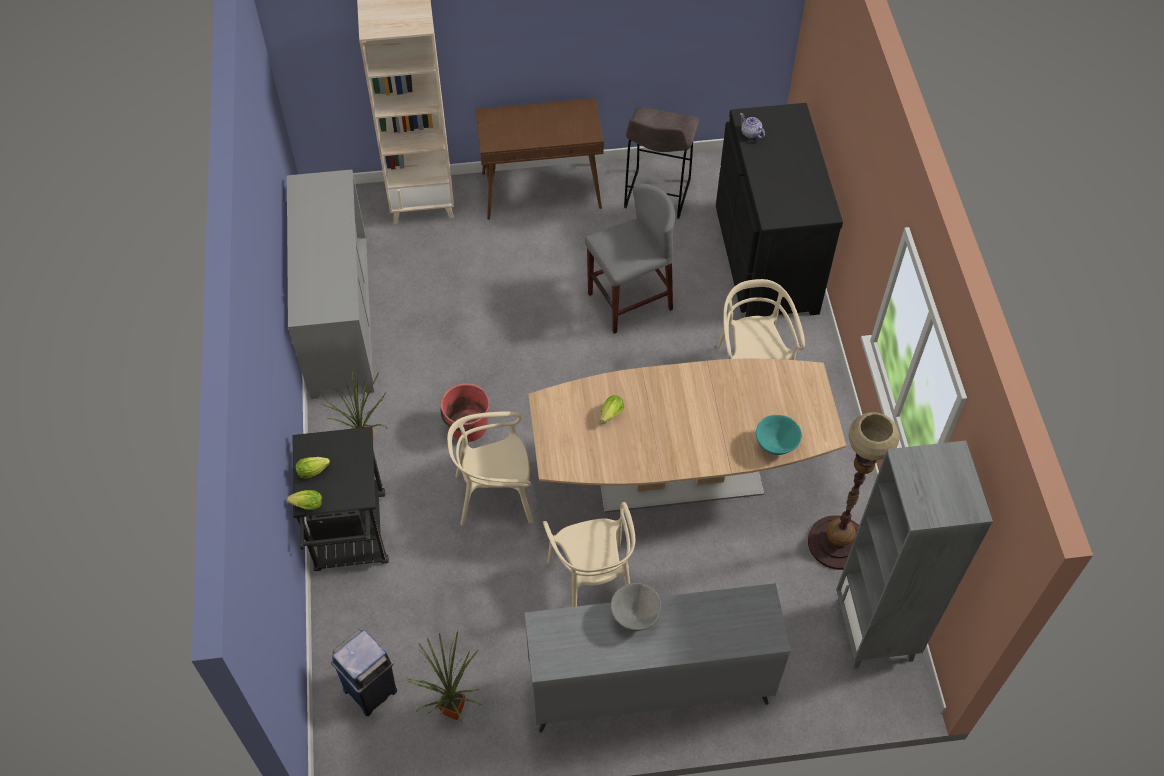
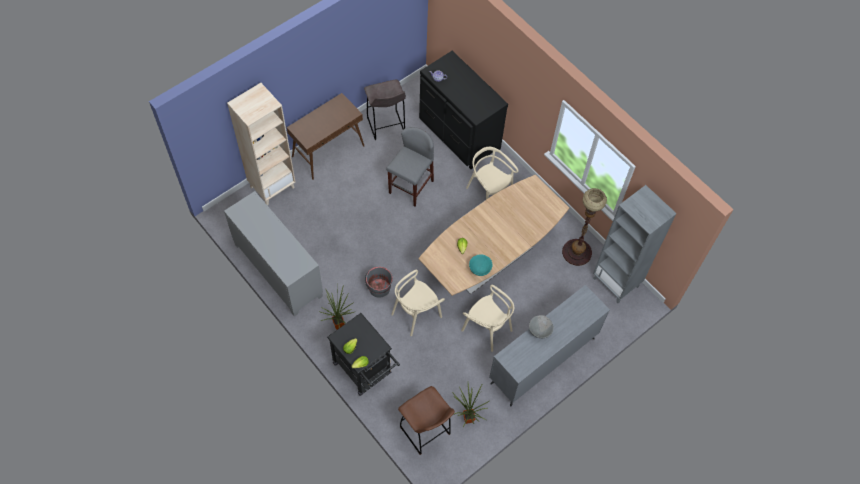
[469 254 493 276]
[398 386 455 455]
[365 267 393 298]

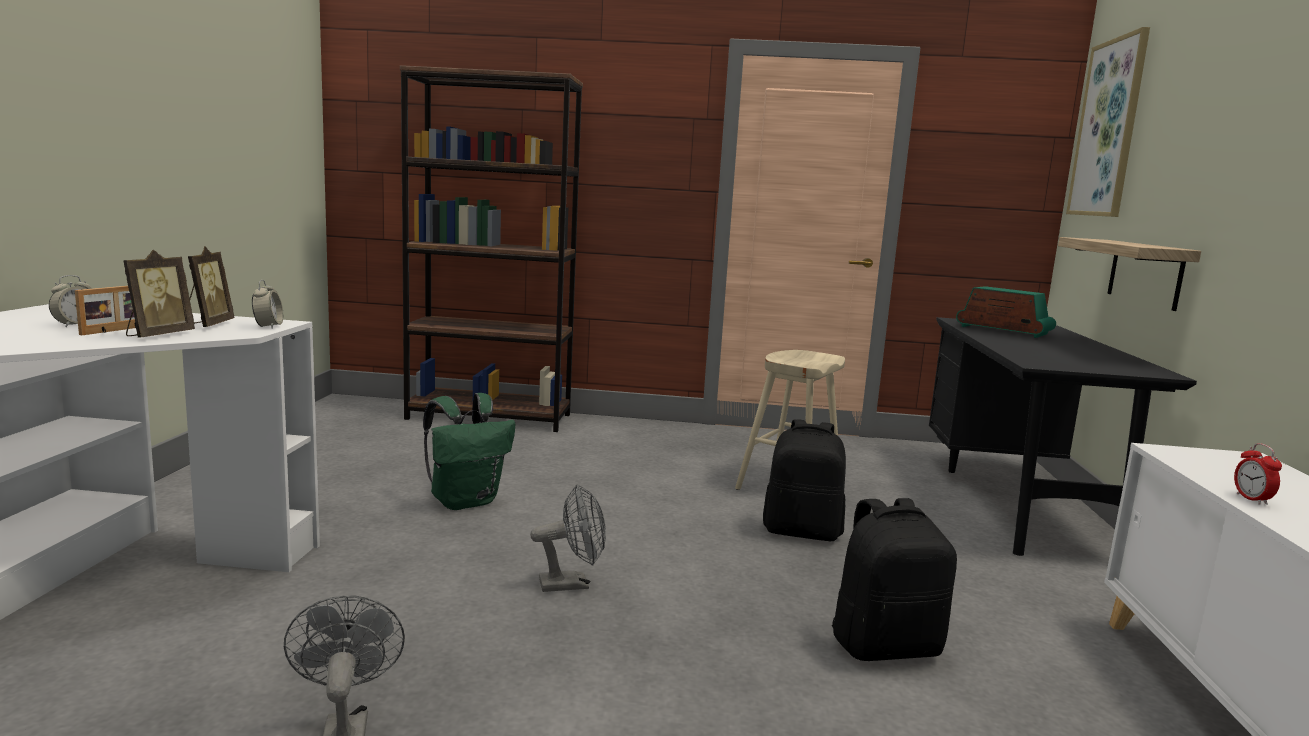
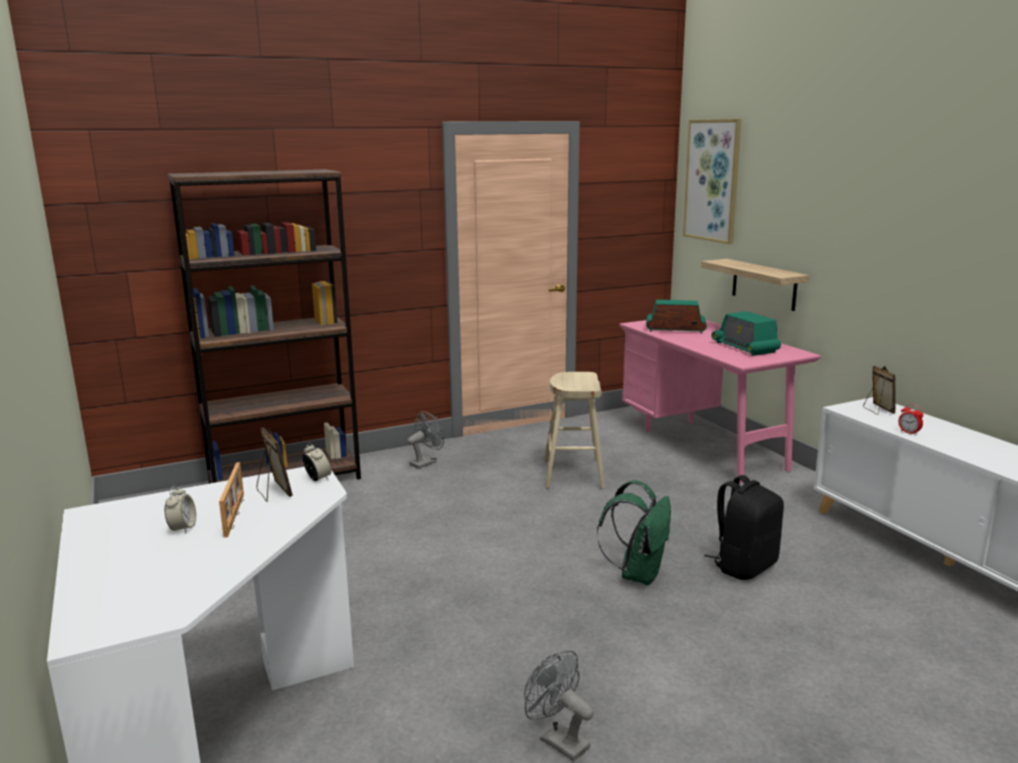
[763 419 846 541] (first image)
[711 311 781 356]
[863 366 896 415]
[597 480 671 585]
[407 411 444 469]
[619 320 821 483]

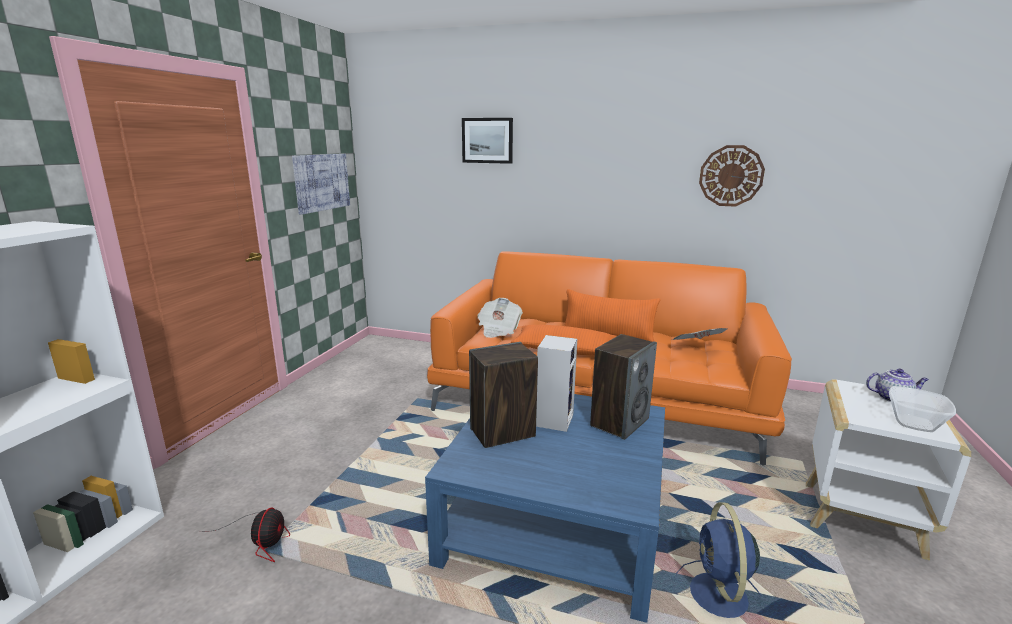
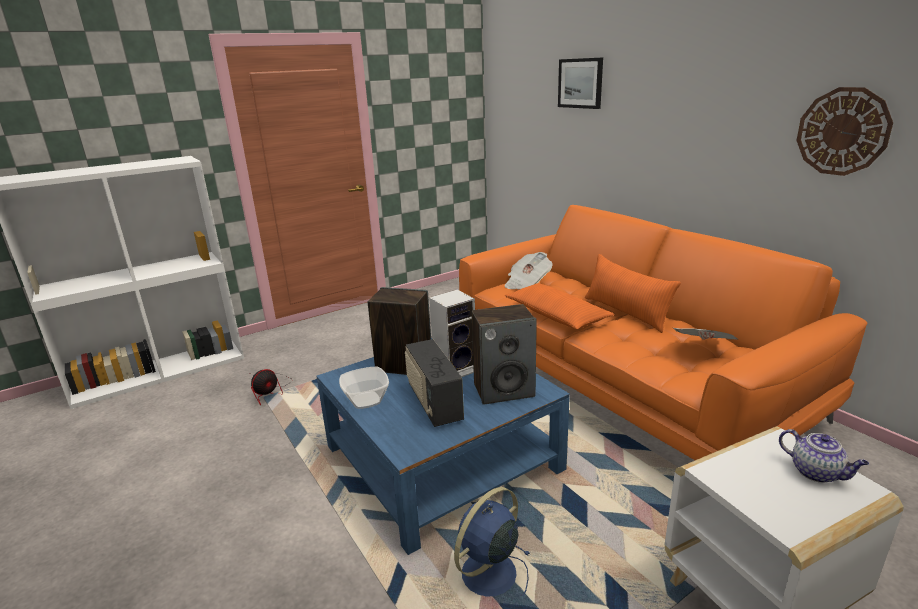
[292 154 350 215] (first image)
[405 339 464 427]
[339 367 389 409]

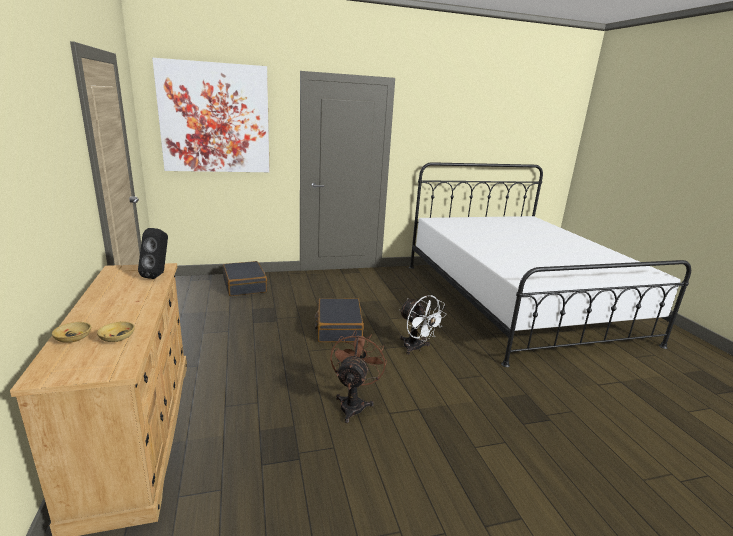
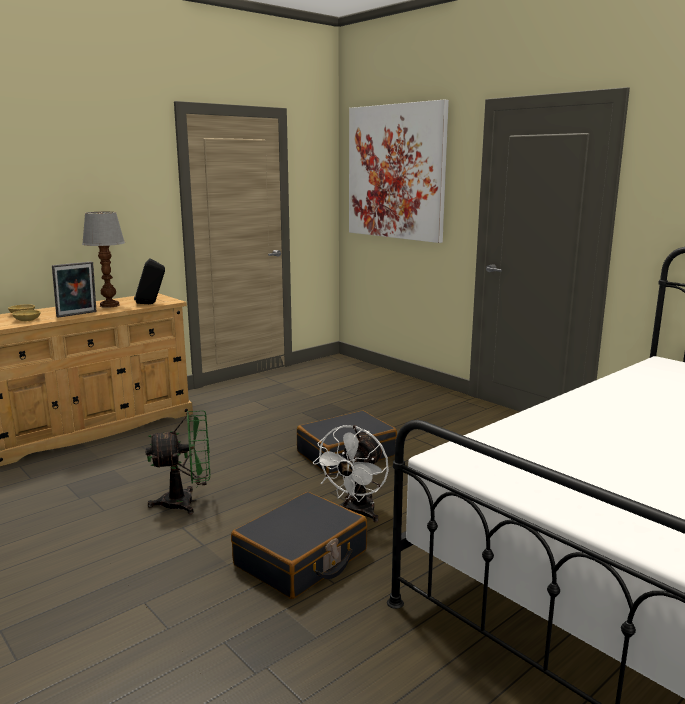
[52 261 96 318]
[82 212 125 308]
[231 492 367 599]
[145 410 210 514]

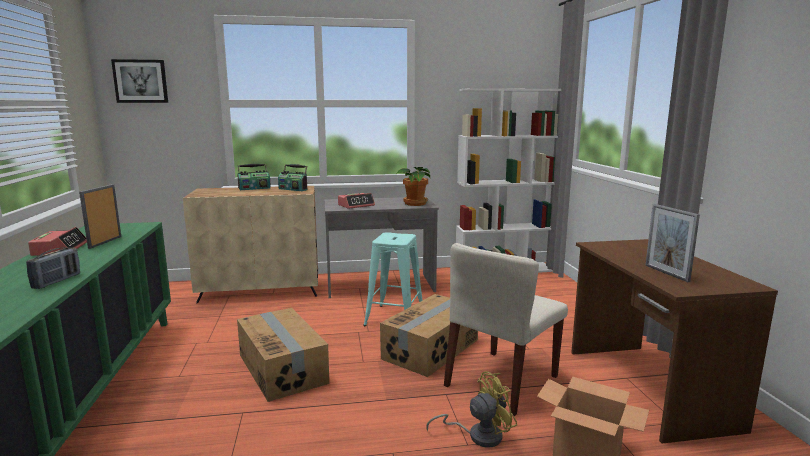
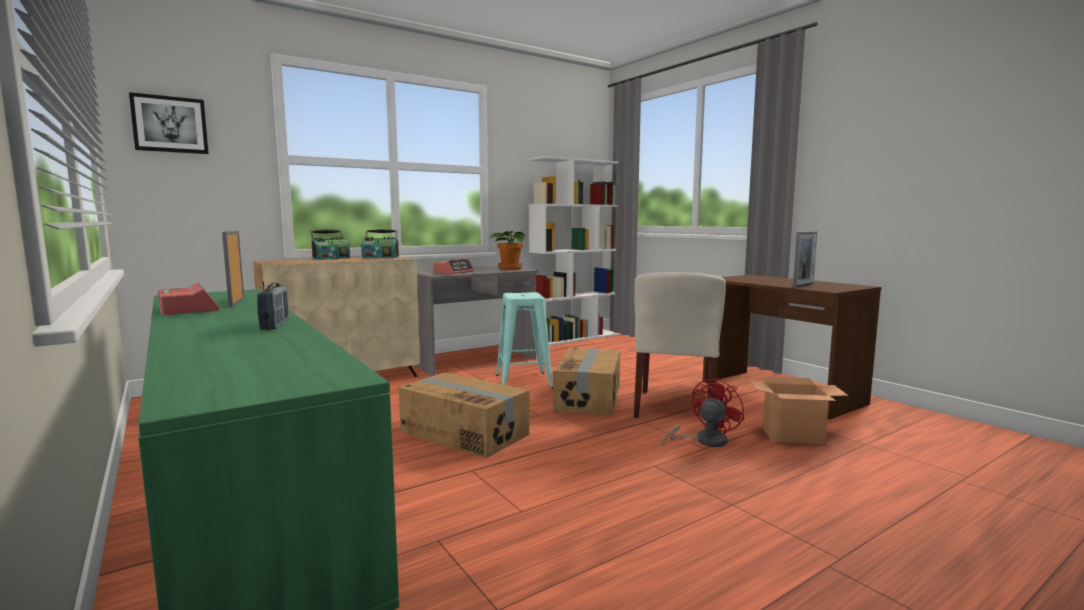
[662 377 744 447]
[793 231 817 288]

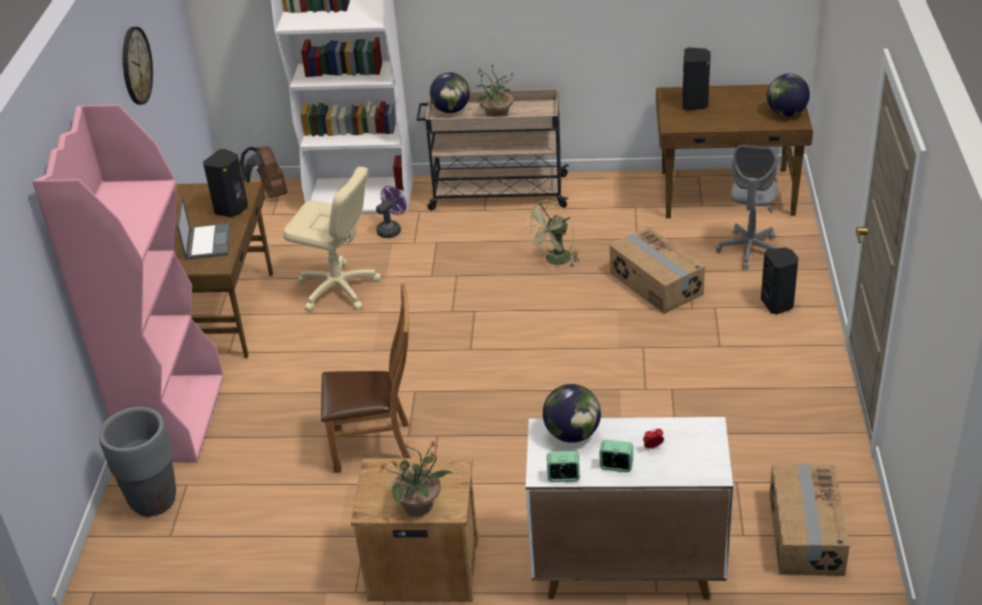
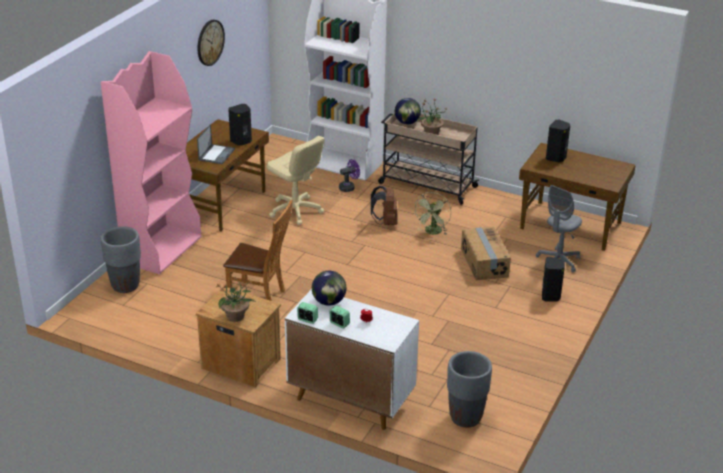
[767 74 810 116] (first image)
[371 186 398 225]
[447 351 492 428]
[413 192 451 235]

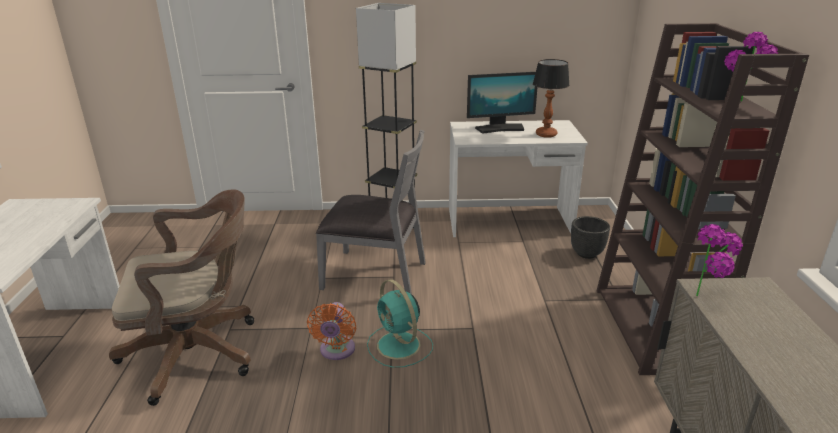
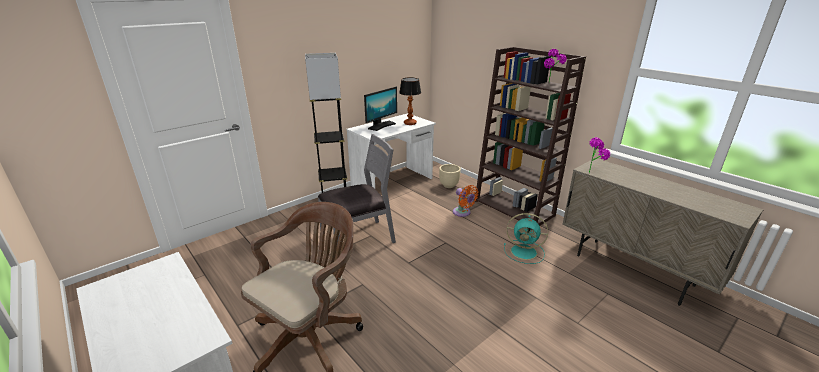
[453 185 479 217]
[504 213 548 264]
[439 164 461 188]

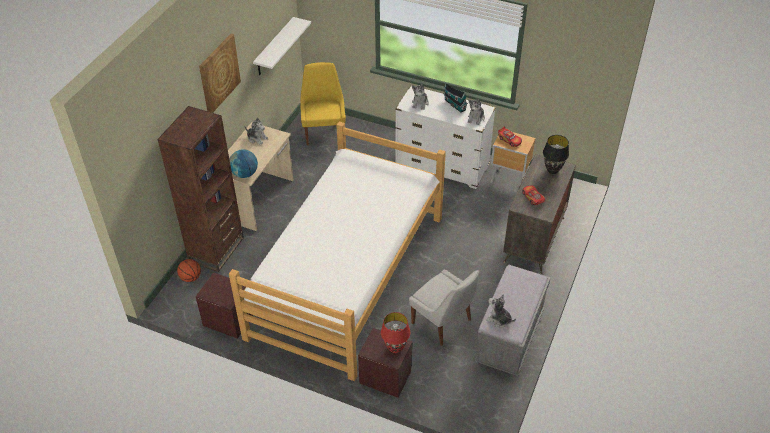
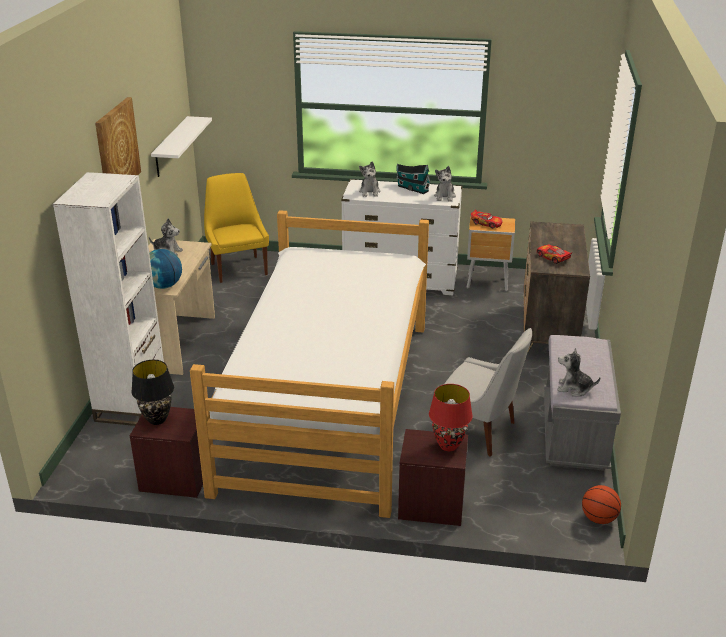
[582 485 621 524]
[131 360 174 425]
[53 172 164 426]

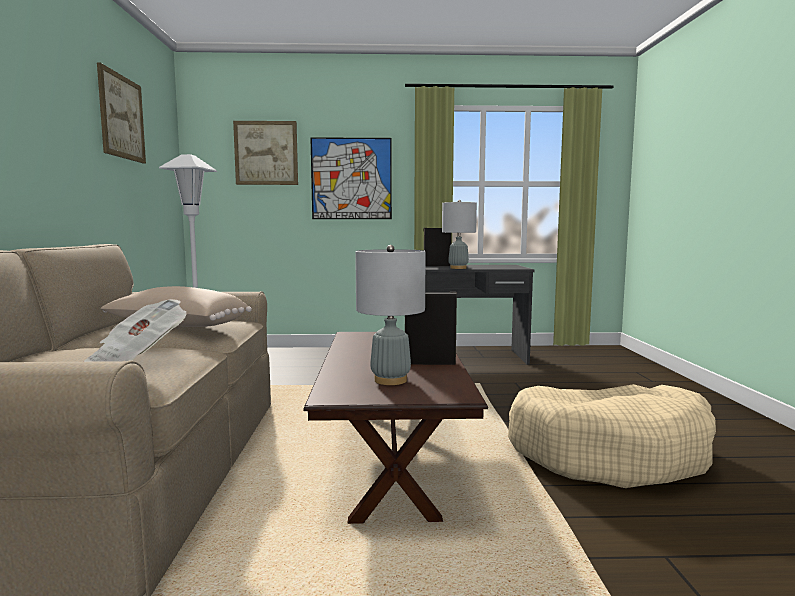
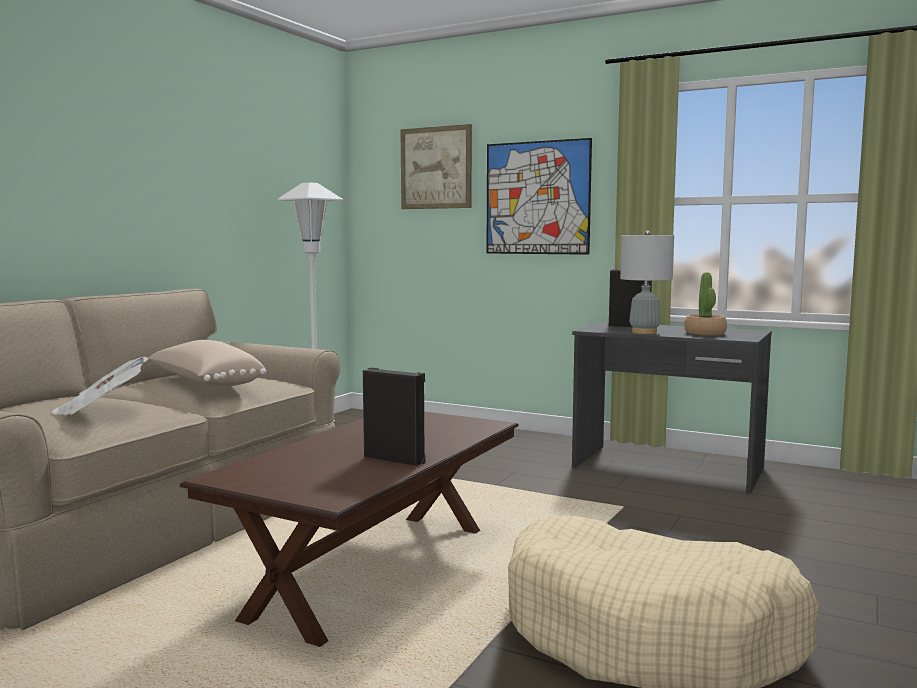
[97 62 146 164] (first image)
[355 245 426 385] (first image)
[684 272 727 335]

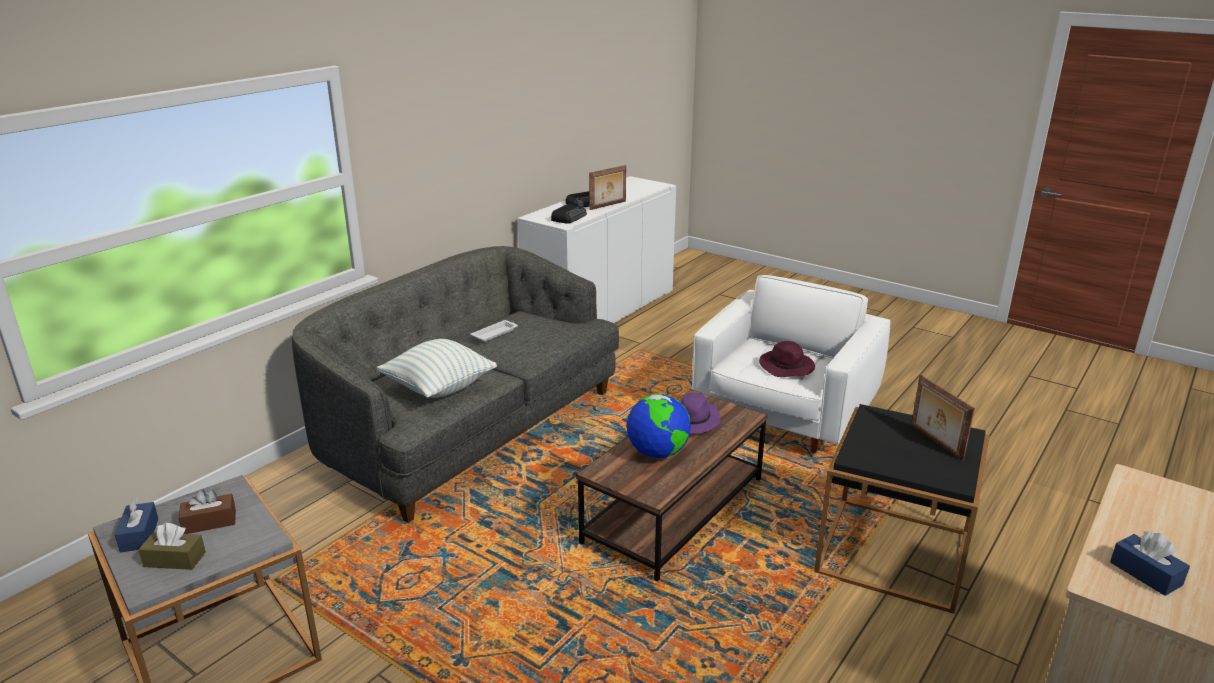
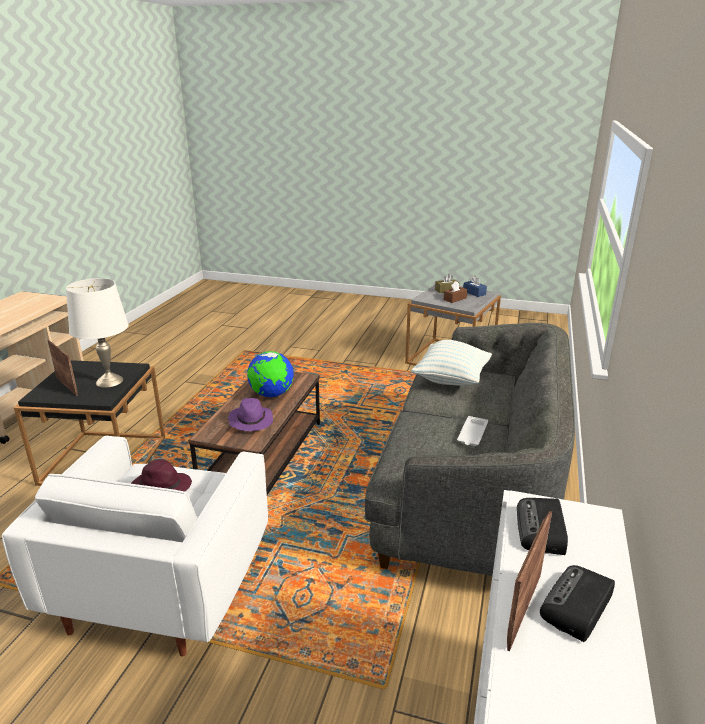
[1110 531 1190 596] (first image)
[66 278 129 388]

